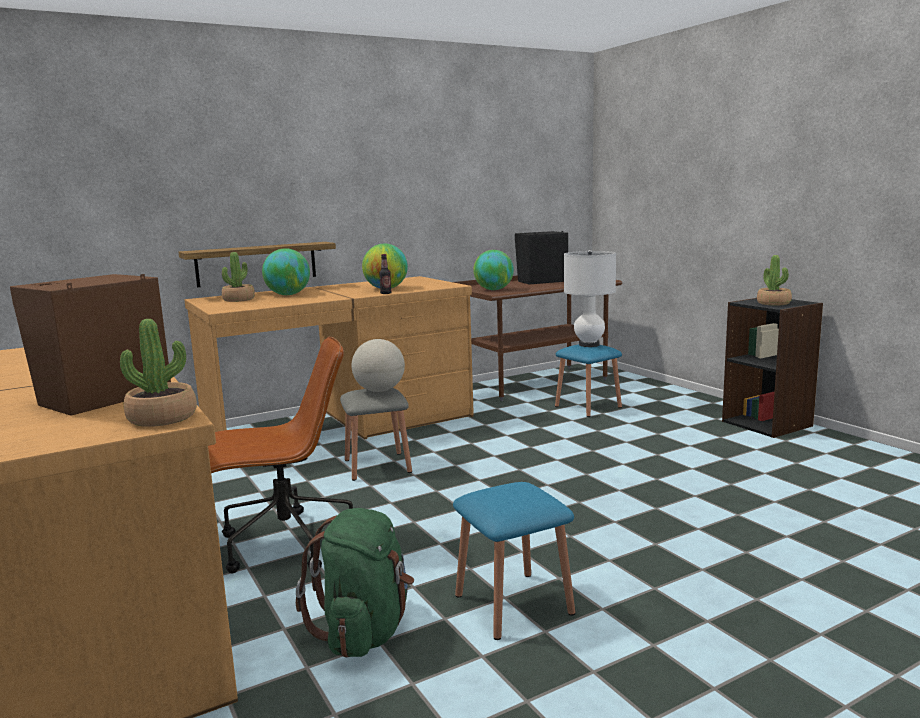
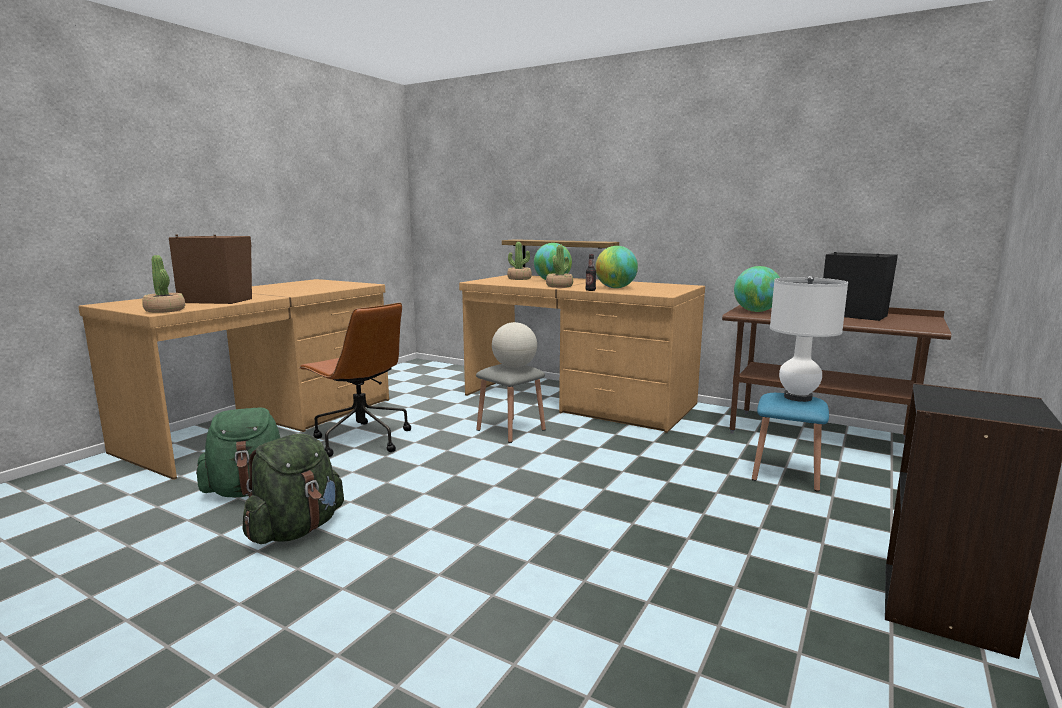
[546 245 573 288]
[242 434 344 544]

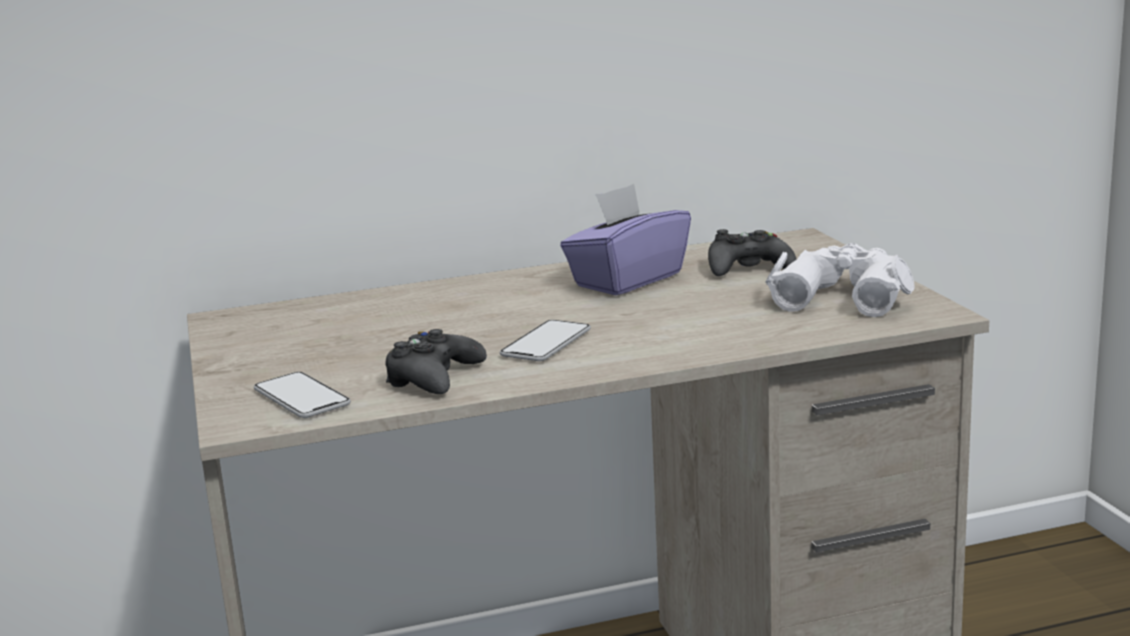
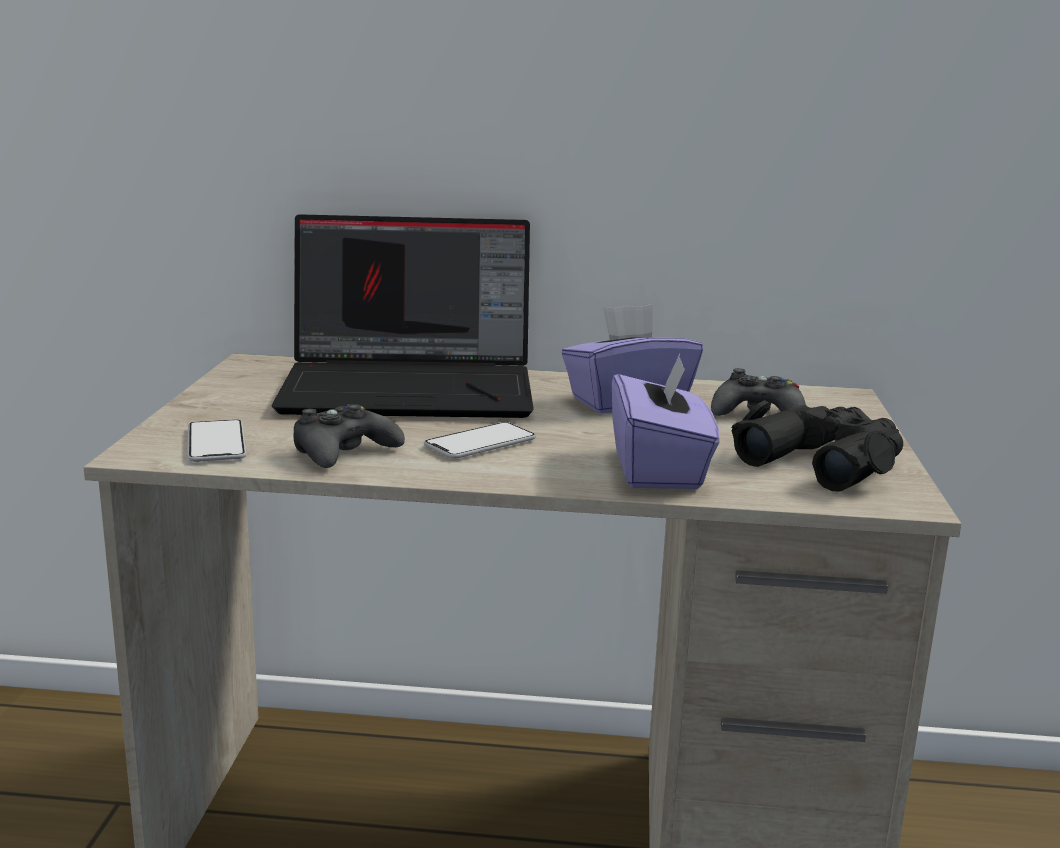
[272 214 534 418]
[612 354 719 489]
[731 400 903 492]

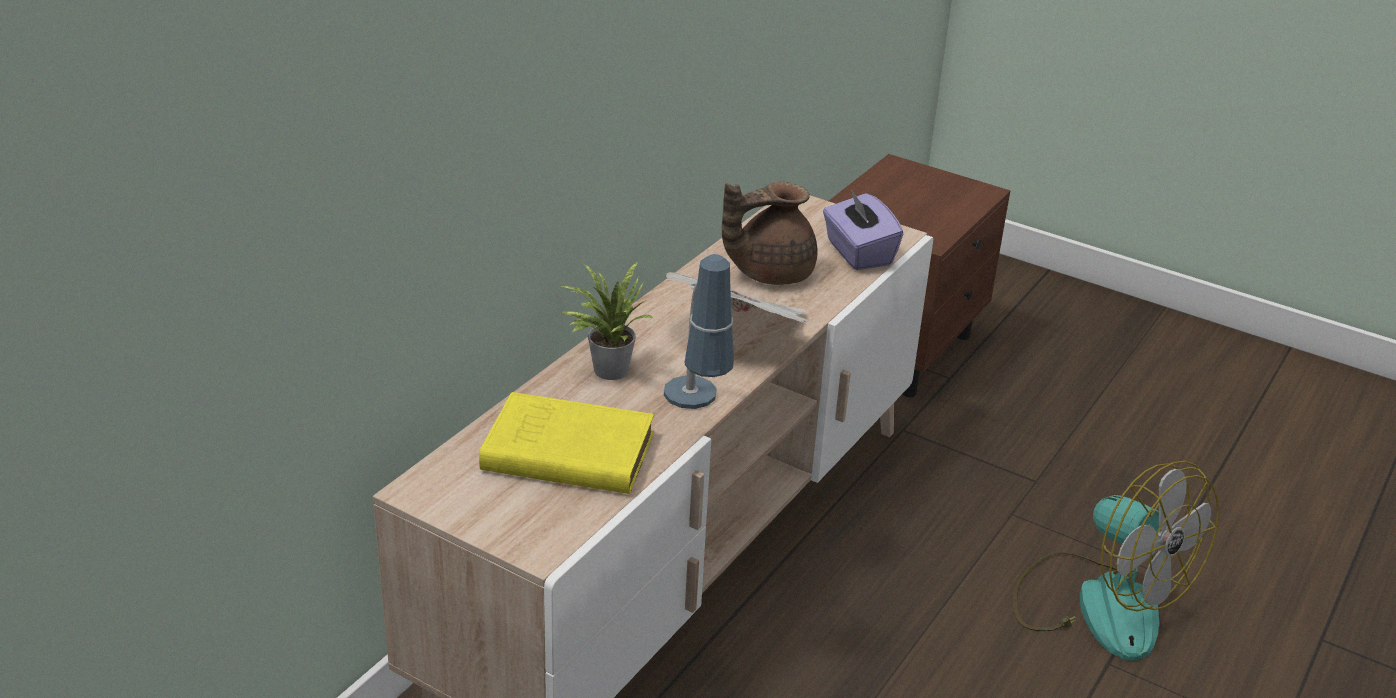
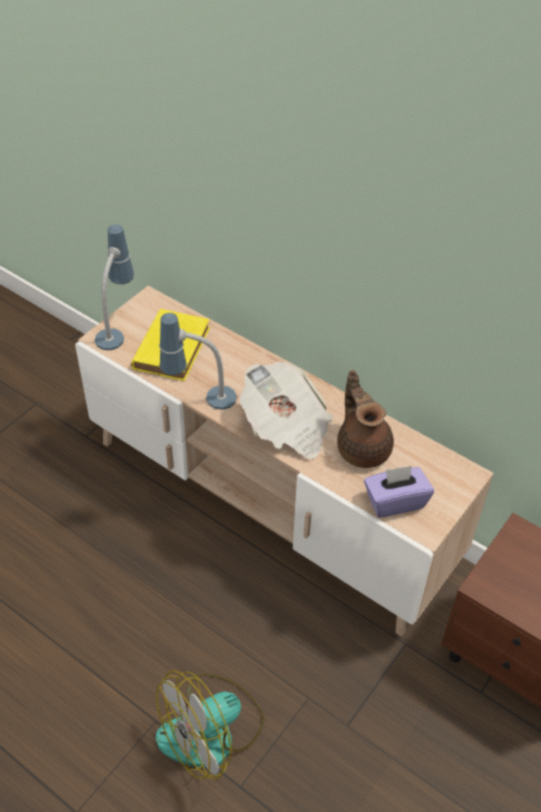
[560 262 654 380] (first image)
[95 224 134 350]

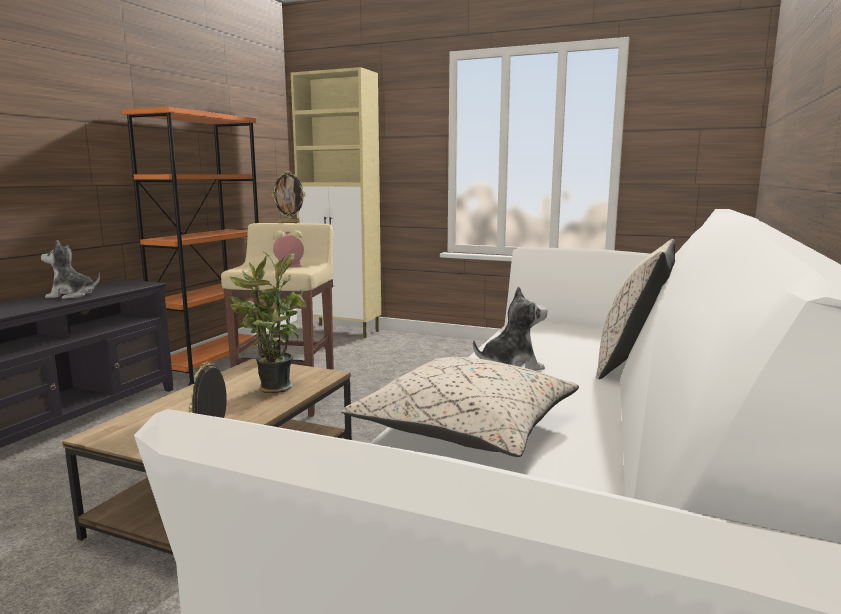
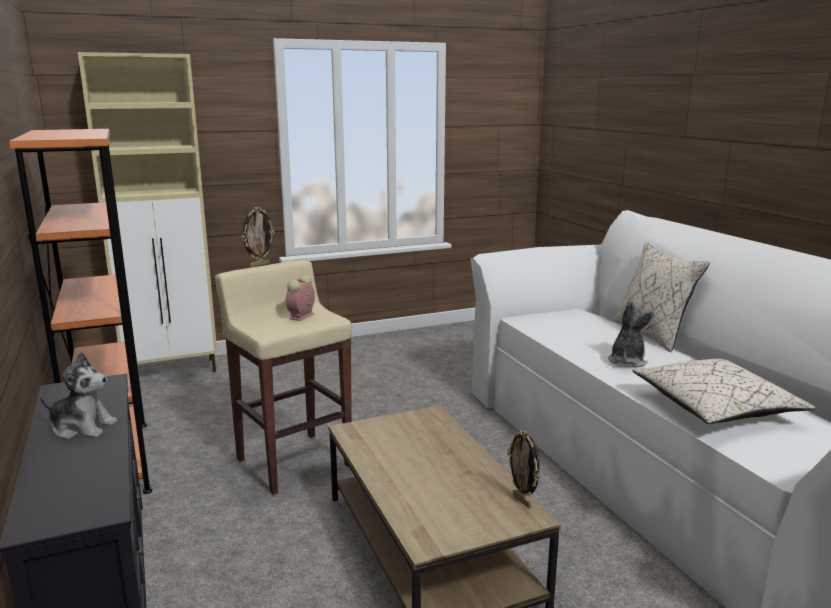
[228 252 307 393] (first image)
[40 352 117 439]

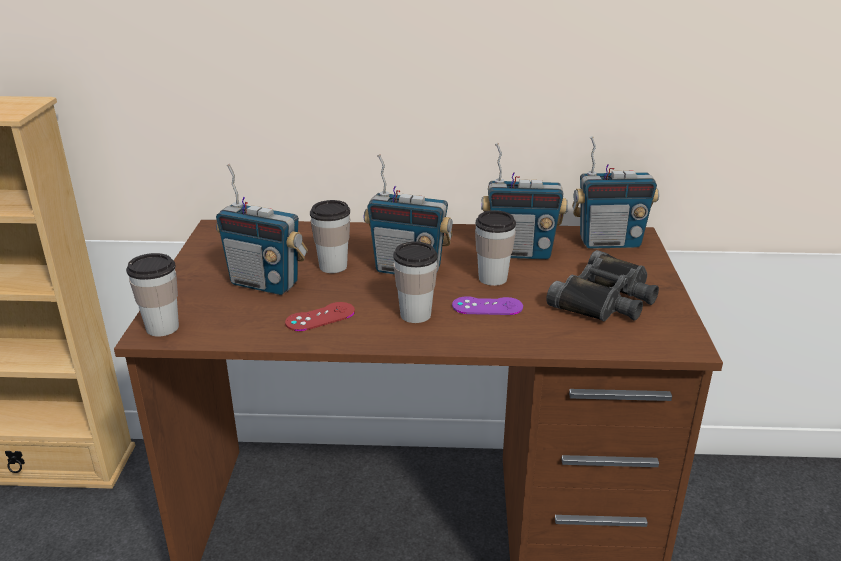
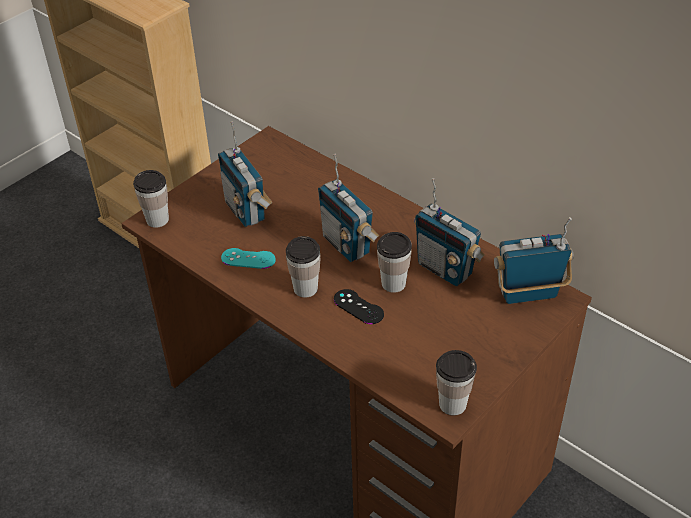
[546 250 659 321] (first image)
[436 350 477 415]
[221 248 276 269]
[334 289 384 324]
[494 217 574 304]

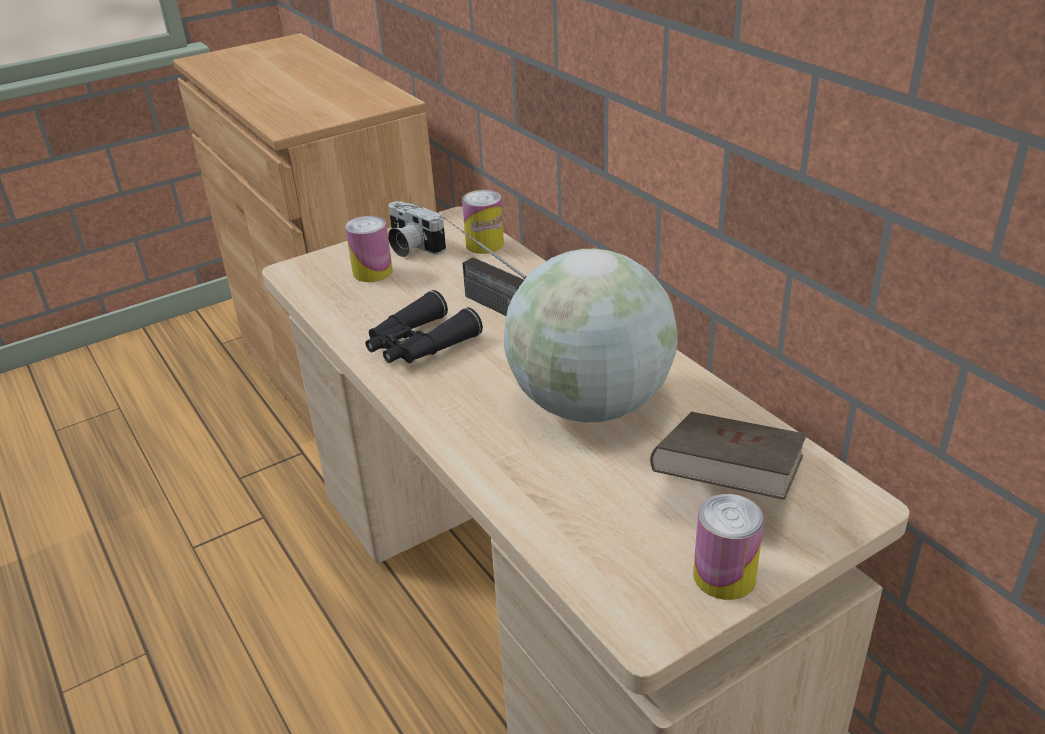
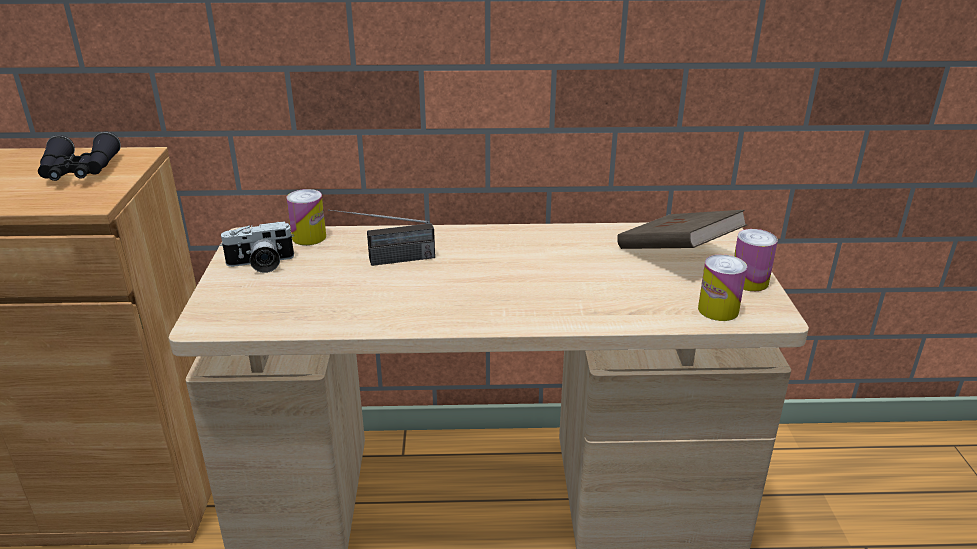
[504 249 678 422] (first image)
[698 254 747 321]
[38 132 121 181]

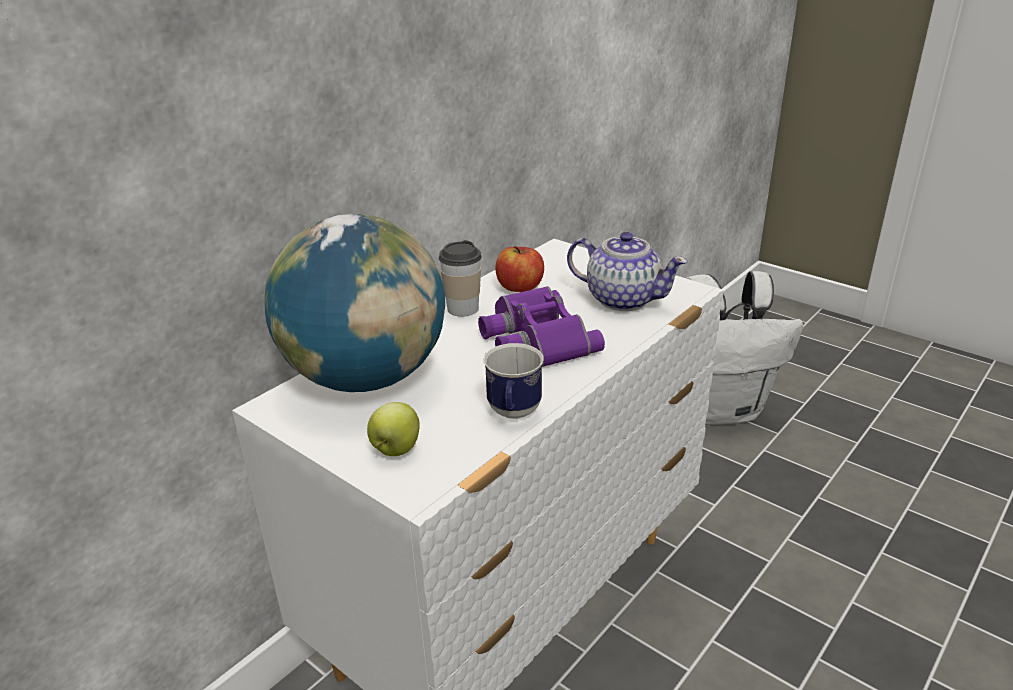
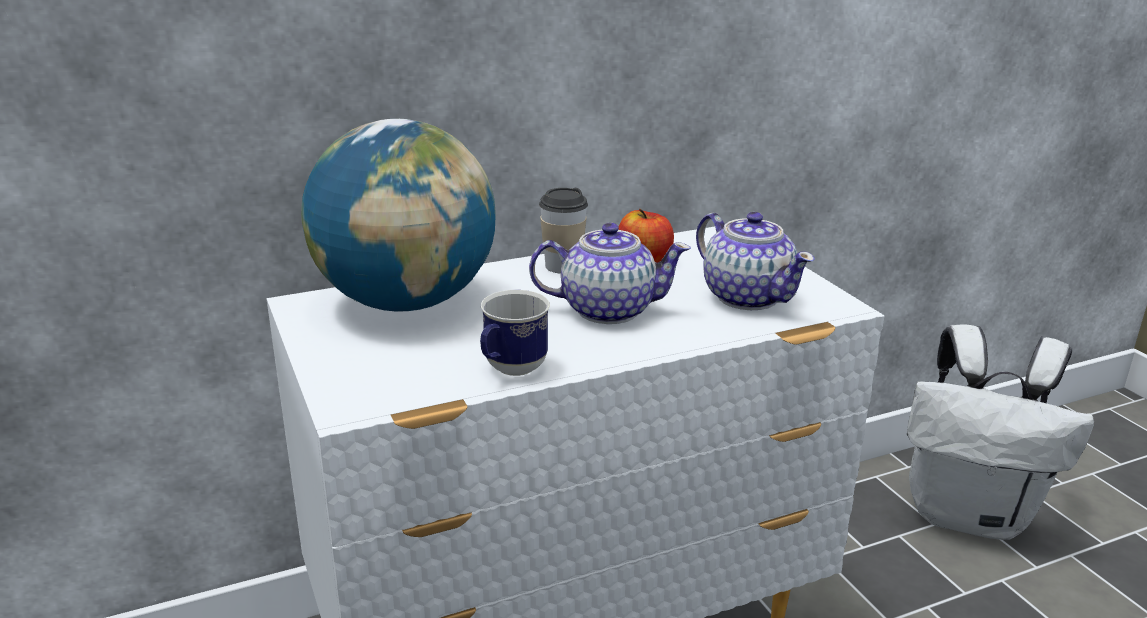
[367 402 420 456] (first image)
[529 223 691 324]

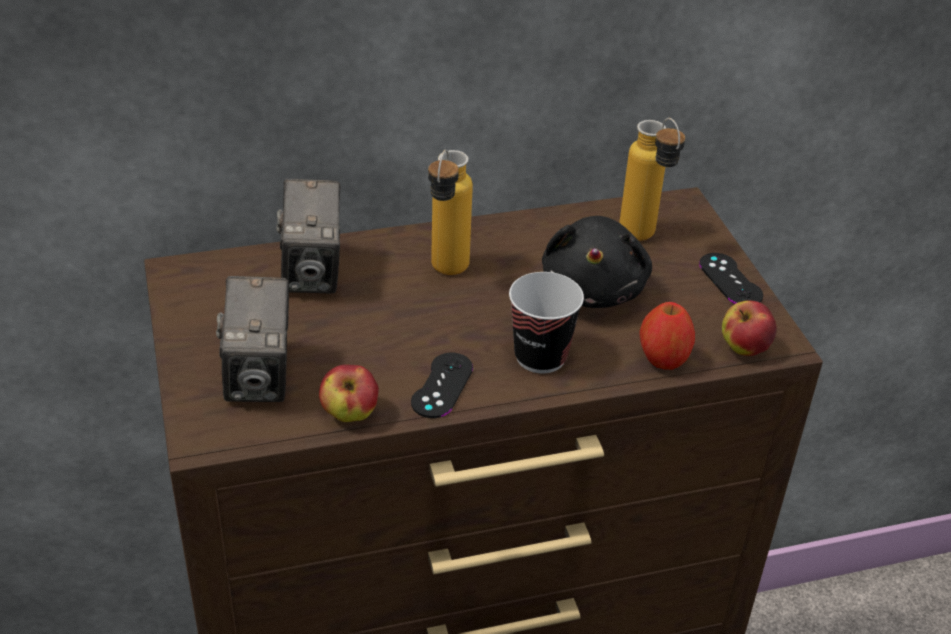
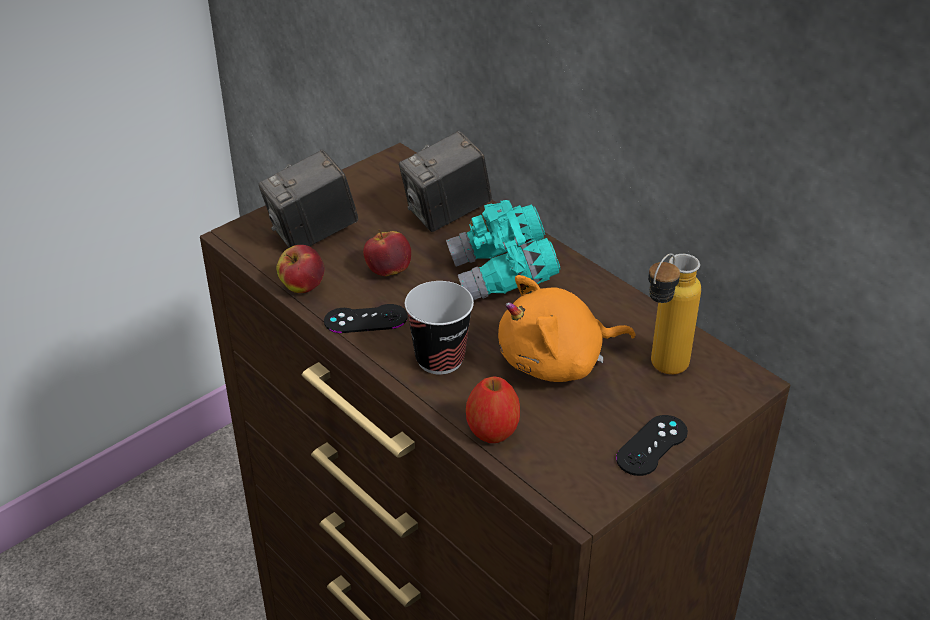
[363 229 411 276]
[446 200 561 301]
[498 275 636 382]

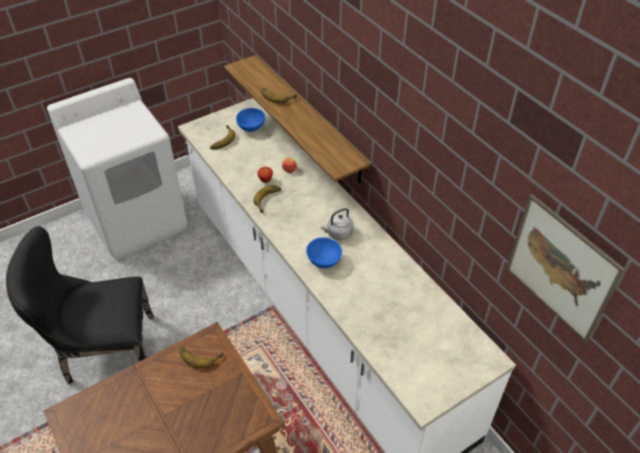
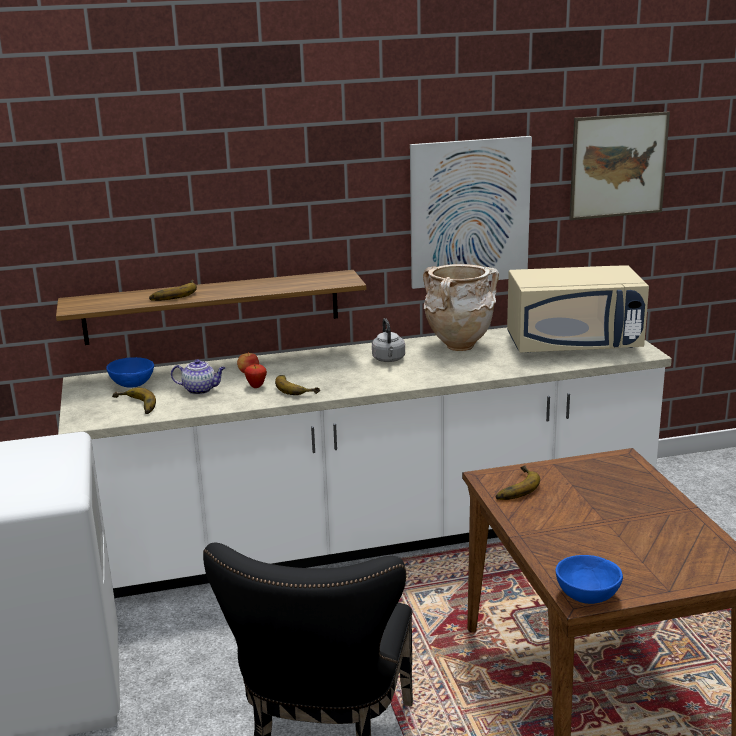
[171 359 225 395]
[410 136 532 289]
[423 264 499 351]
[507 265 649 353]
[556 555 623 604]

